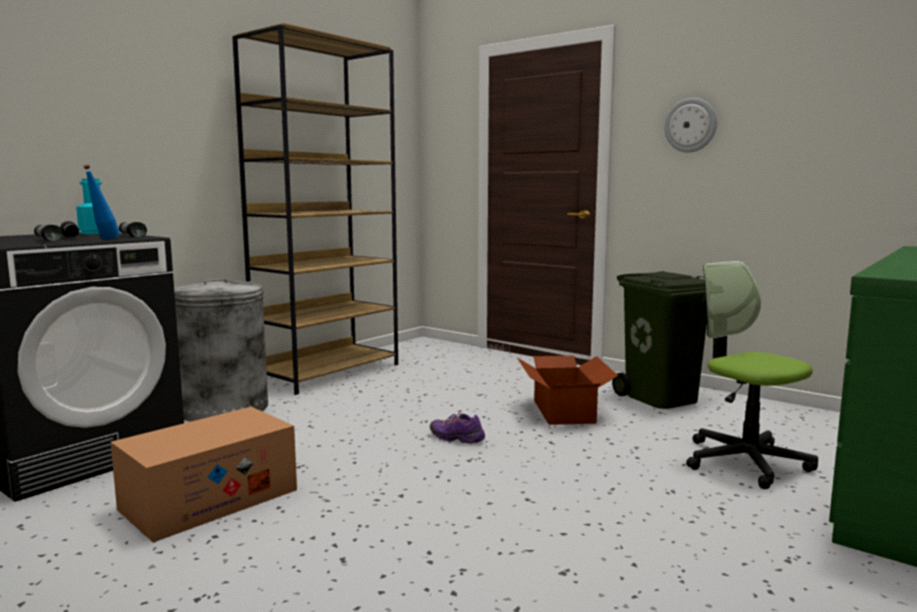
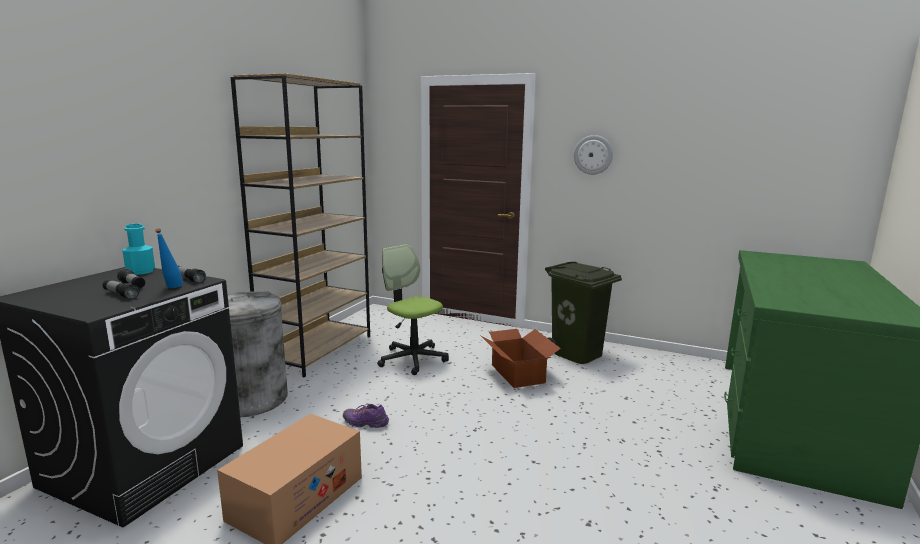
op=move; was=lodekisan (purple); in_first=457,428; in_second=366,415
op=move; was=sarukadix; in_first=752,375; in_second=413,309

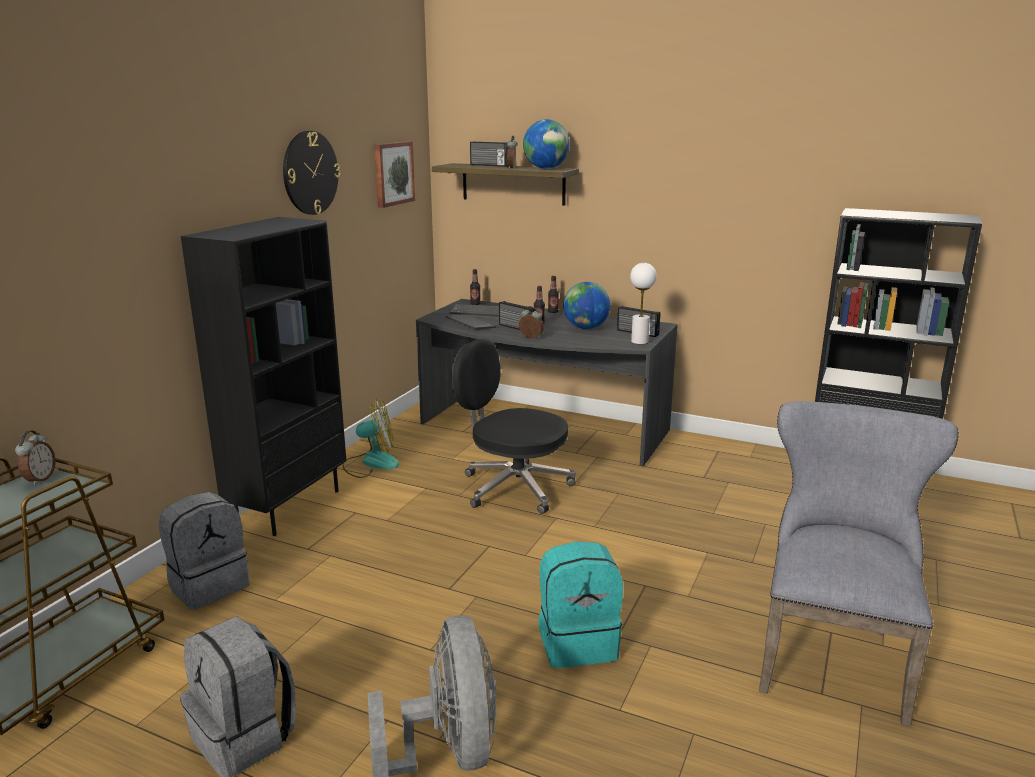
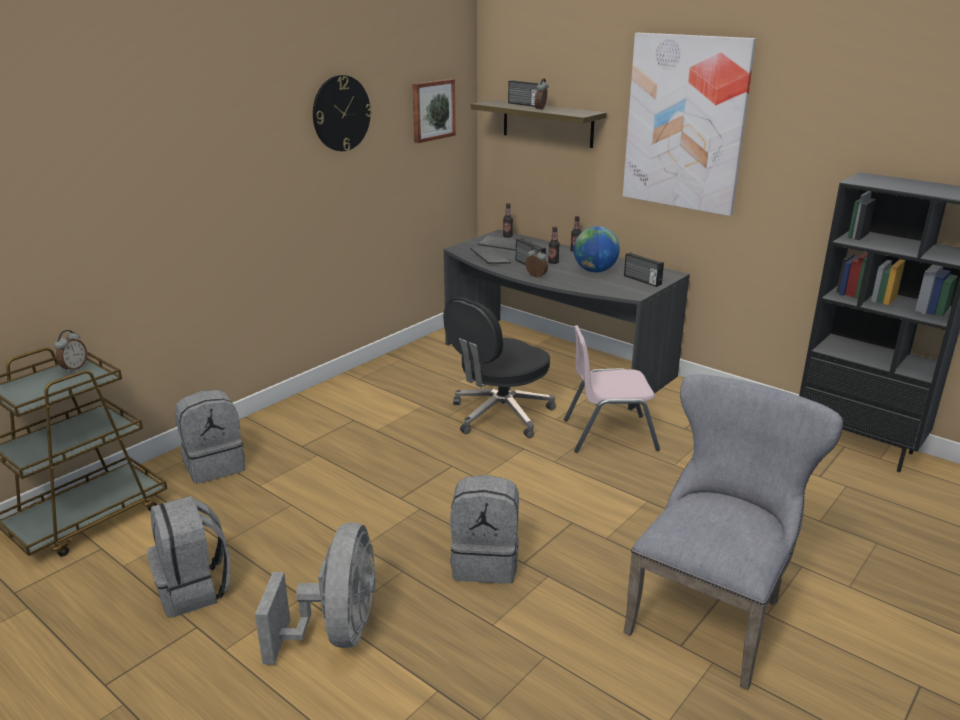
op=delete; was=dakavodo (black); in_first=263,376
op=delete; was=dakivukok; in_first=370,438
op=rotate; was=sarukadix (black); in_first=513,426; in_second=499,367; clockwise=-90
op=delete; was=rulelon; in_first=546,144
op=recolor; was=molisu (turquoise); now=molisu (grey); in_first=580,605; in_second=484,529
op=delete; was=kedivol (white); in_first=643,303
op=insert; now=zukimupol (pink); in_second=612,389
op=insert; now=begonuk; in_second=689,124

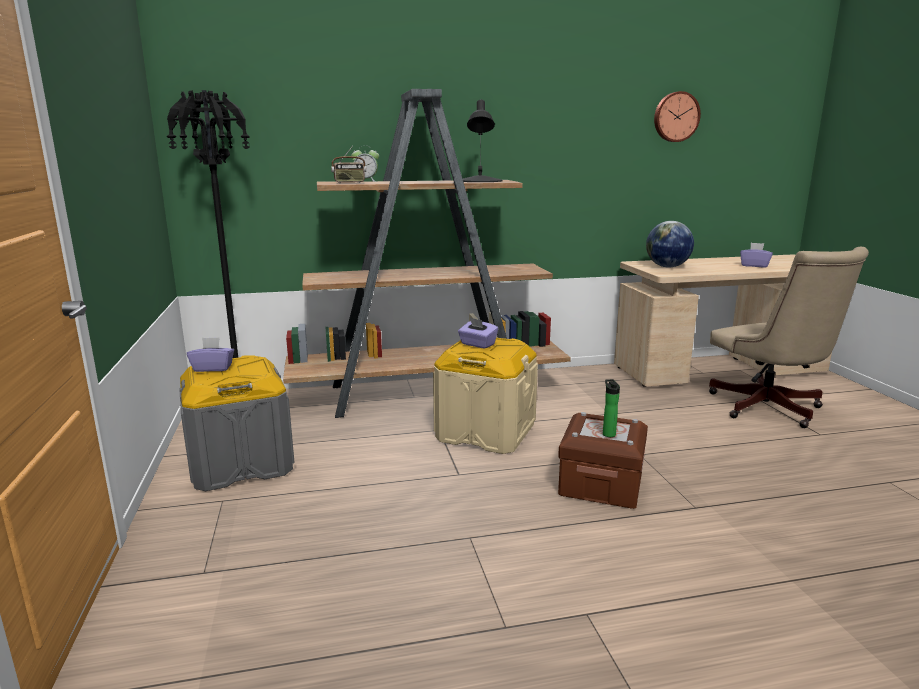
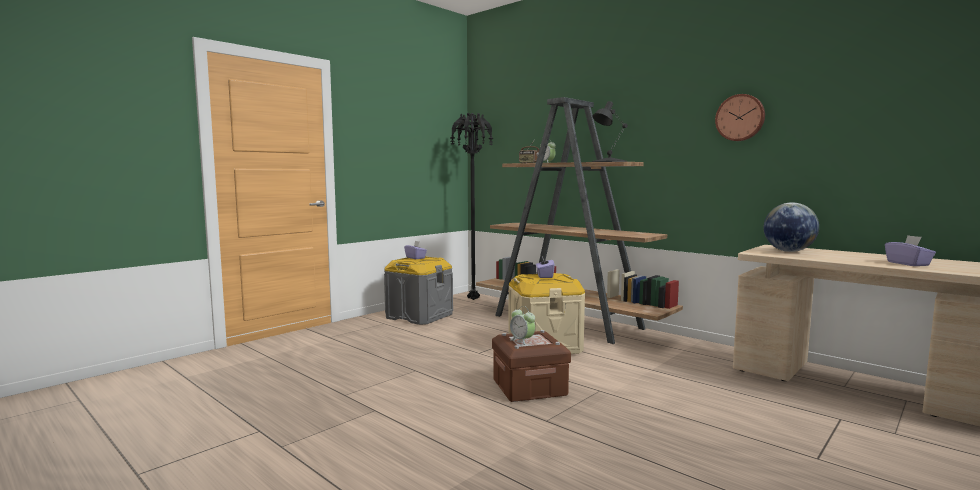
op=replace; was=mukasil; now=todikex; in_first=611,408; in_second=522,325
op=move; was=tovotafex; in_first=677,116; in_second=740,117
op=delete; was=sarukadix (beige); in_first=789,337

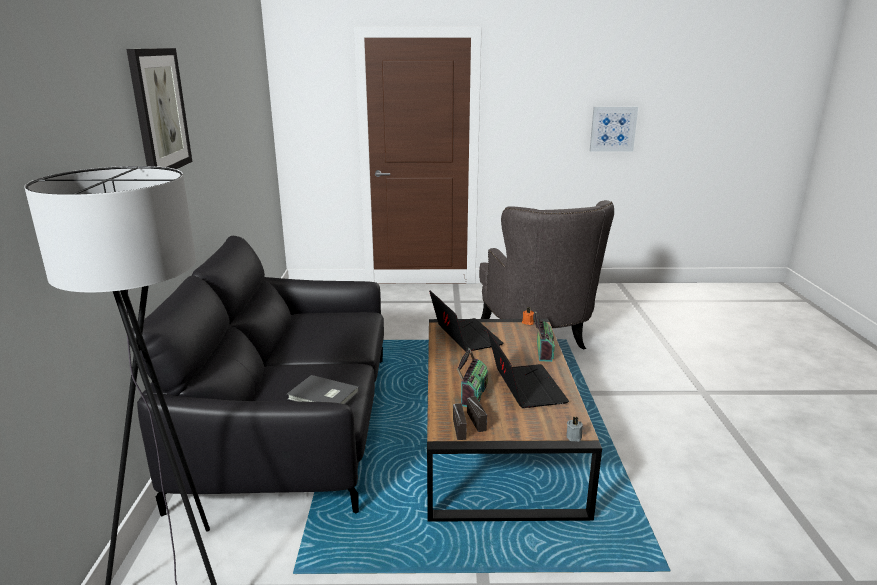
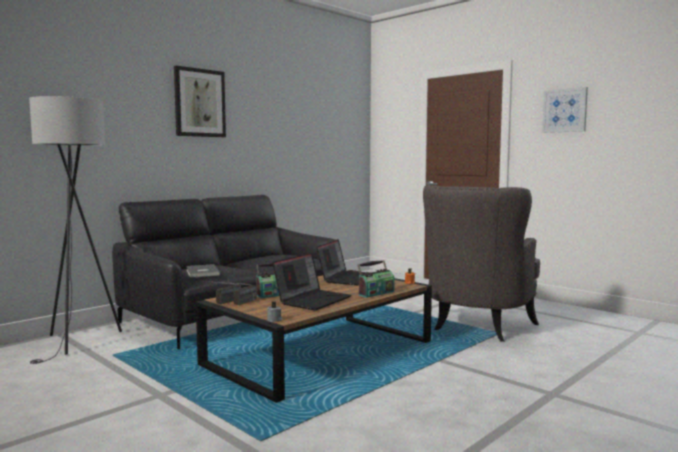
op=move; was=begonuk; in_first=614,129; in_second=565,110

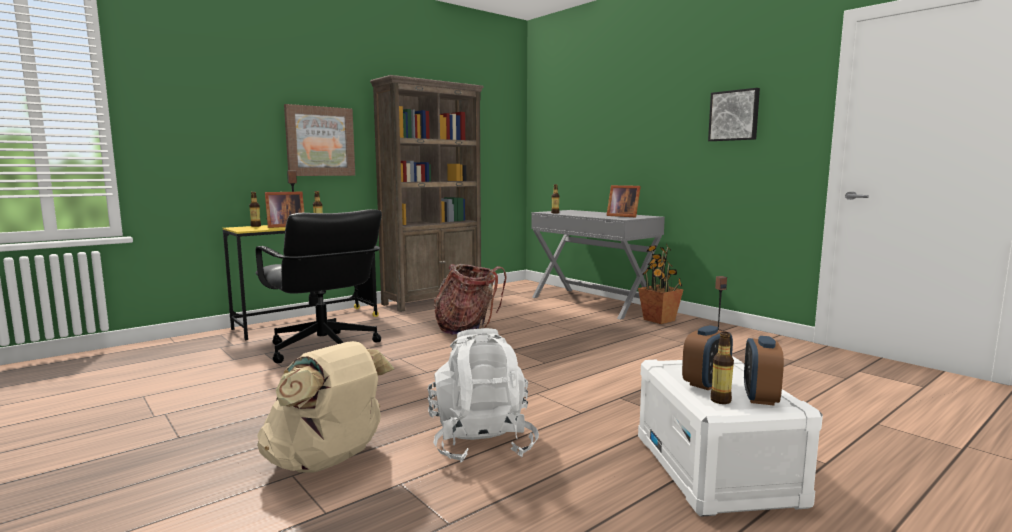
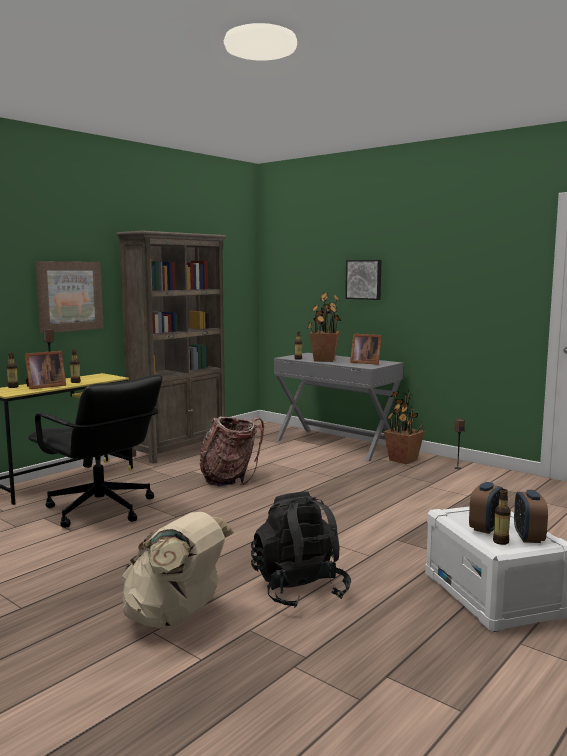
op=recolor; was=molisu (white); now=molisu (black); in_first=483,395; in_second=301,549
op=move; was=begonuk; in_first=734,114; in_second=363,280
op=insert; now=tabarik; in_second=324,327

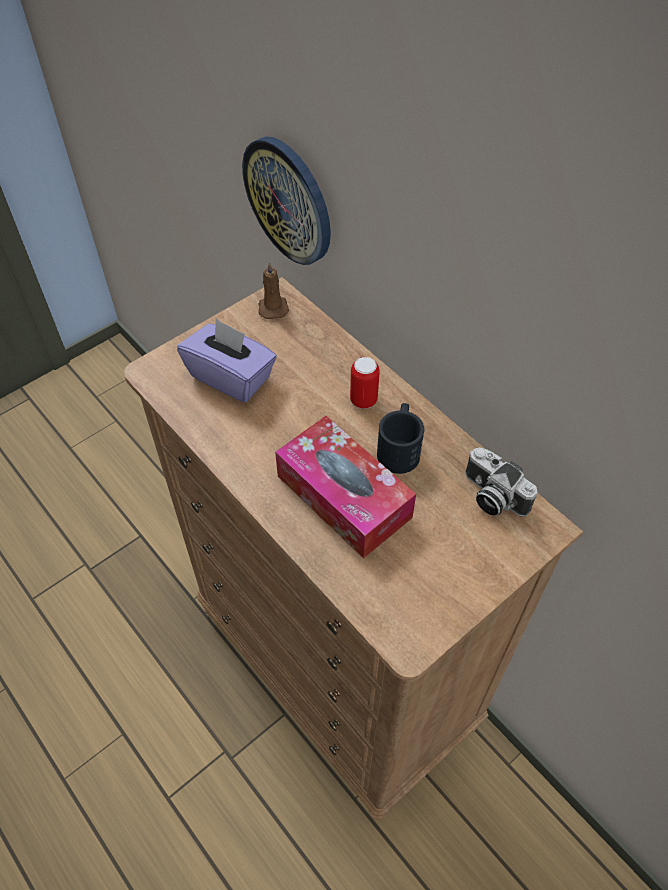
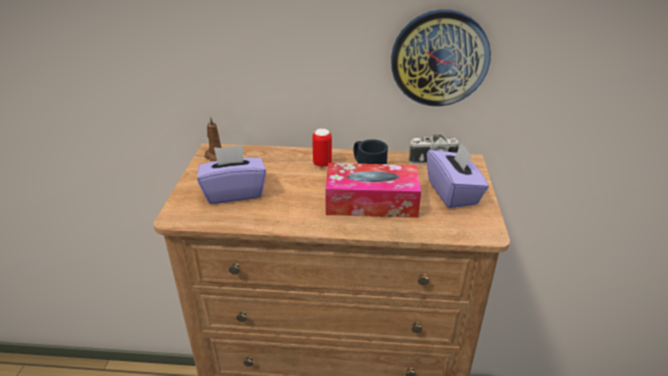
op=move; was=tovotafex; in_first=286,201; in_second=441,57
op=insert; now=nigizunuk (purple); in_second=458,175

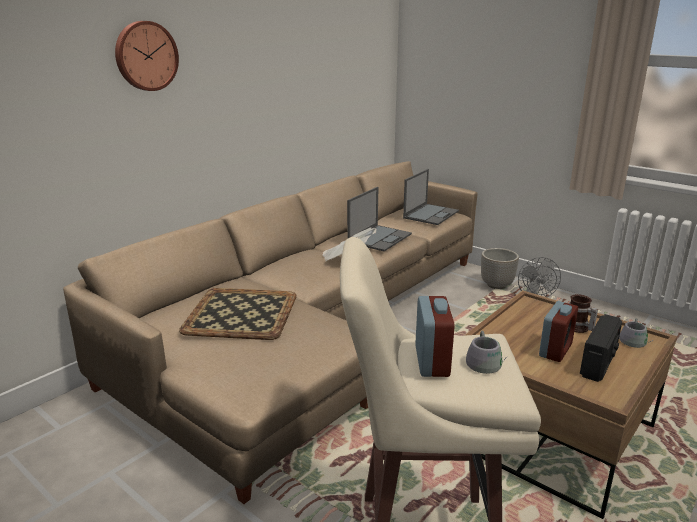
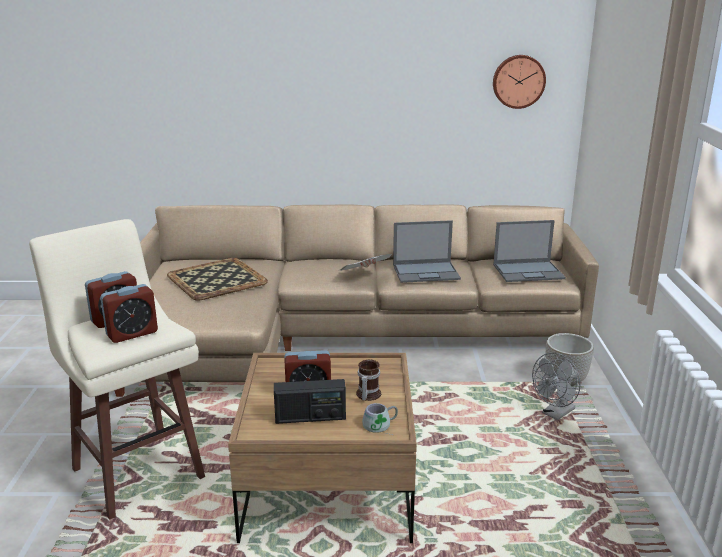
op=move; was=tovotafex; in_first=147,56; in_second=519,82
op=replace; was=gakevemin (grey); now=todikex; in_first=486,352; in_second=129,313

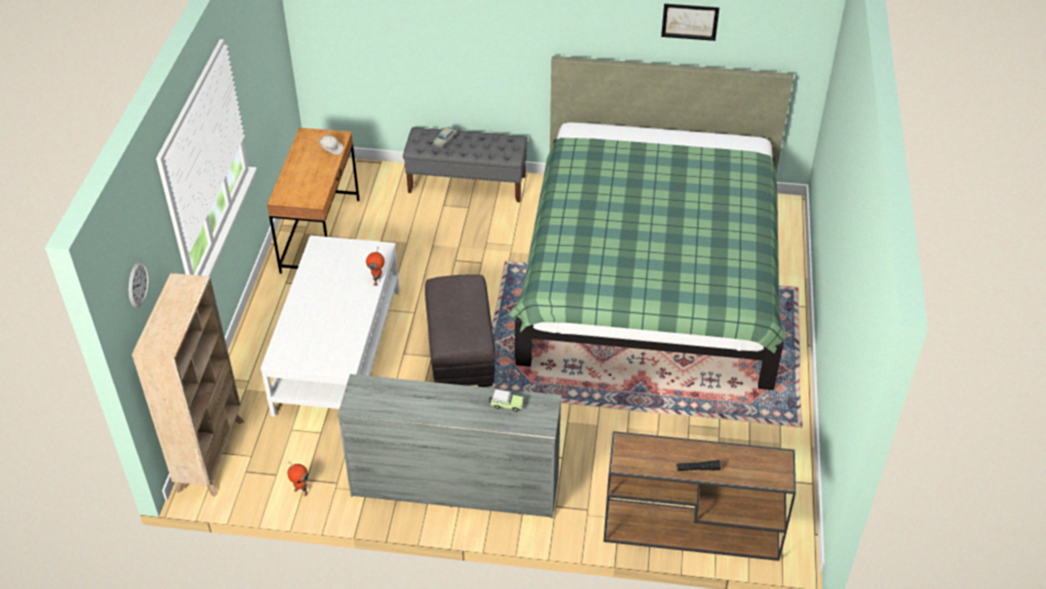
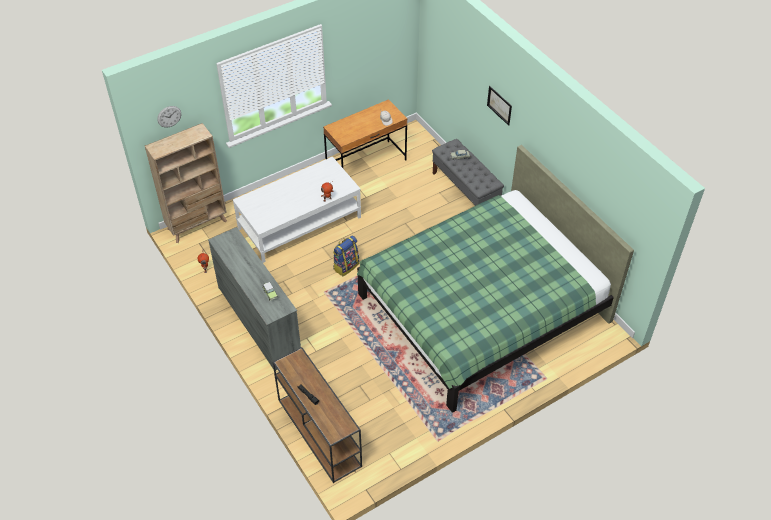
op=replace; was=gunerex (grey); now=molisu; in_first=460,330; in_second=346,256
op=move; was=begonuk; in_first=690,22; in_second=499,106

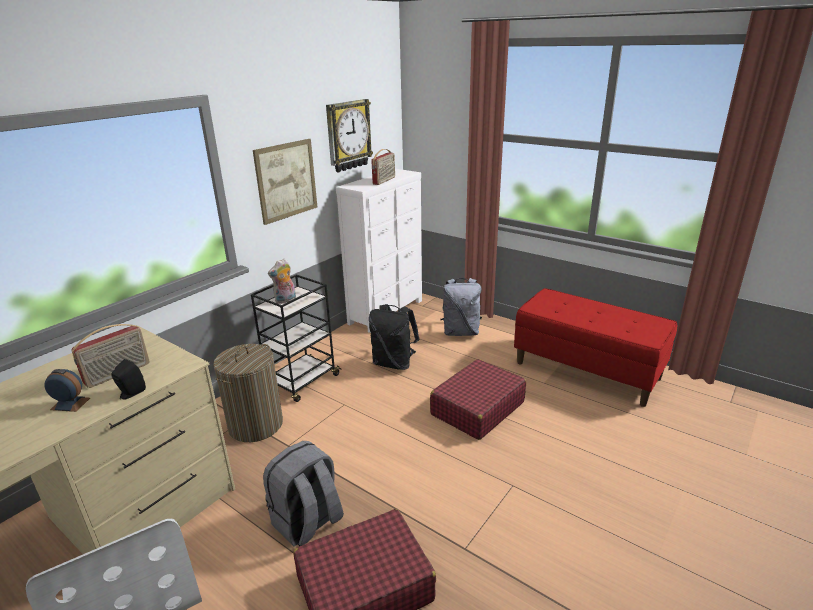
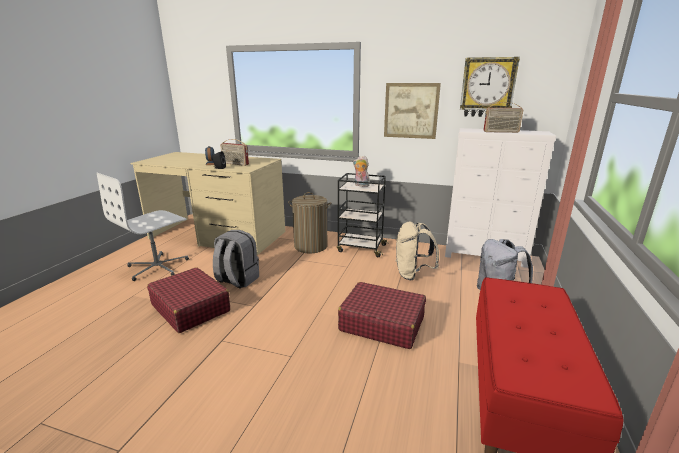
op=recolor; was=molisu (black); now=molisu (beige); in_first=394,337; in_second=417,251

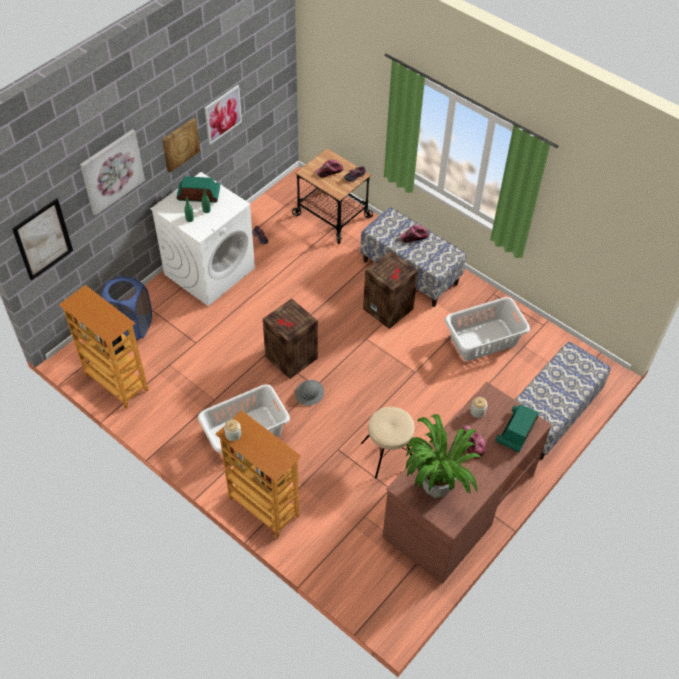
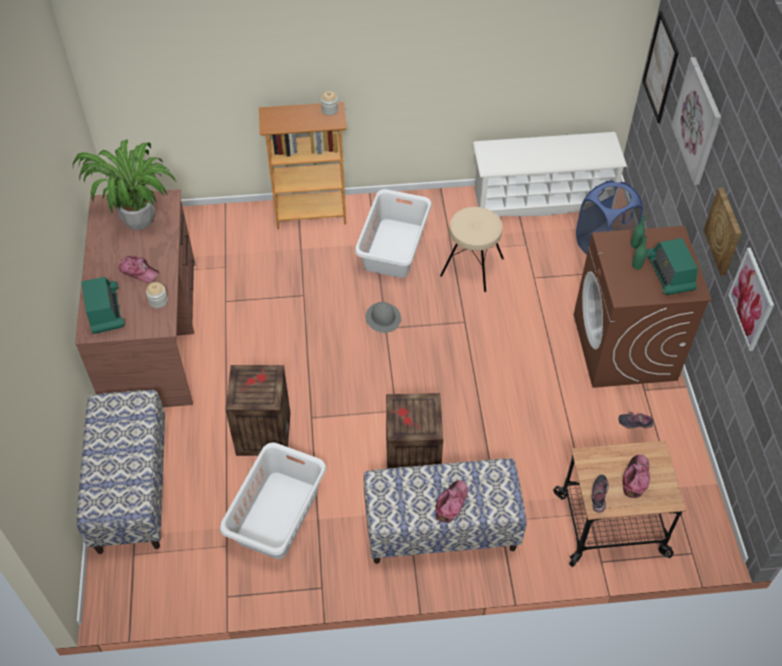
op=replace; was=dakavodo; now=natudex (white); in_first=103,347; in_second=550,174
op=recolor; was=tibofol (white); now=tibofol (brown); in_first=202,239; in_second=643,307
op=rotate; was=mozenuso; in_first=198,189; in_second=672,266; clockwise=120
op=move; was=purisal; in_first=290,339; in_second=258,410
op=move; was=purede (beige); in_first=388,443; in_second=472,249

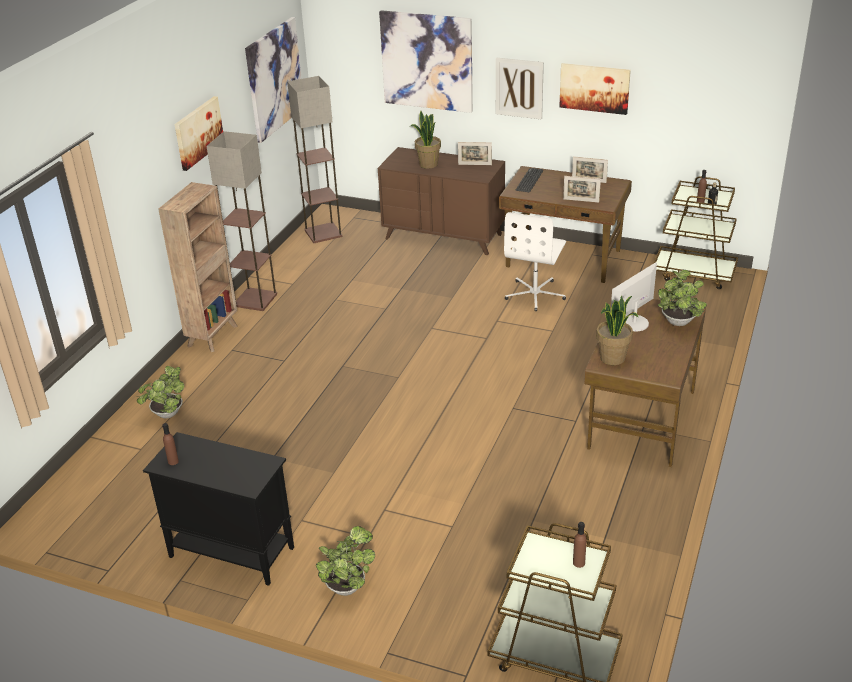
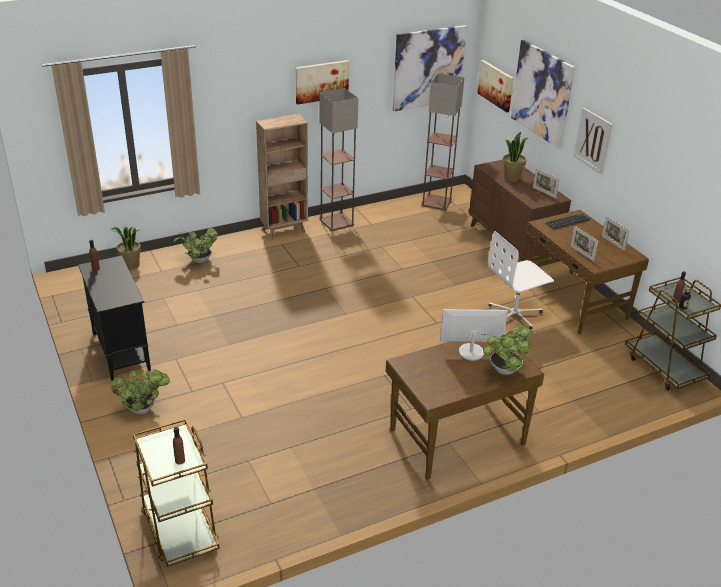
op=move; was=begonuk; in_first=595,89; in_second=495,86
op=move; was=tabarik; in_first=617,330; in_second=126,248

